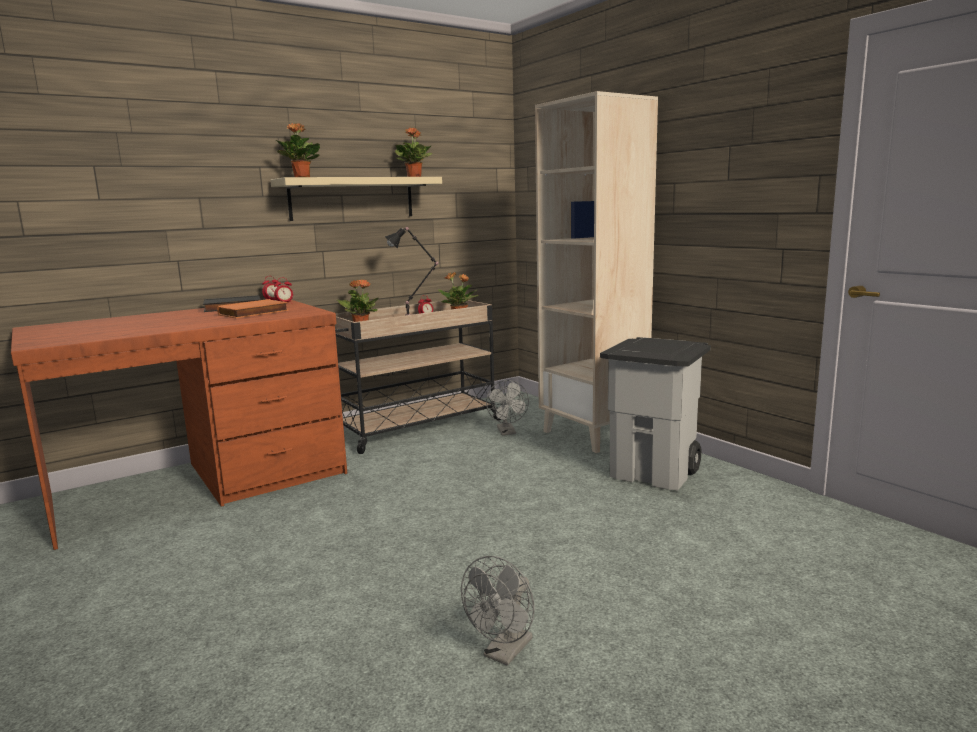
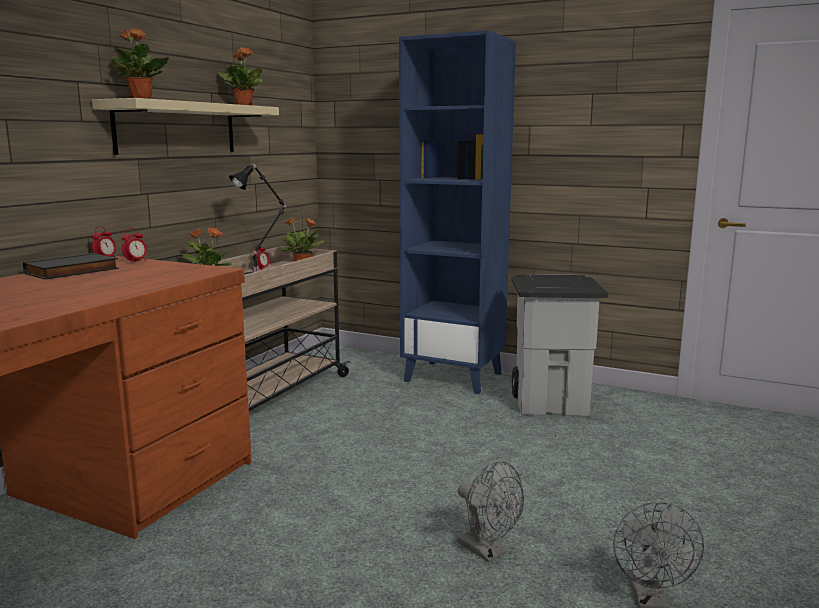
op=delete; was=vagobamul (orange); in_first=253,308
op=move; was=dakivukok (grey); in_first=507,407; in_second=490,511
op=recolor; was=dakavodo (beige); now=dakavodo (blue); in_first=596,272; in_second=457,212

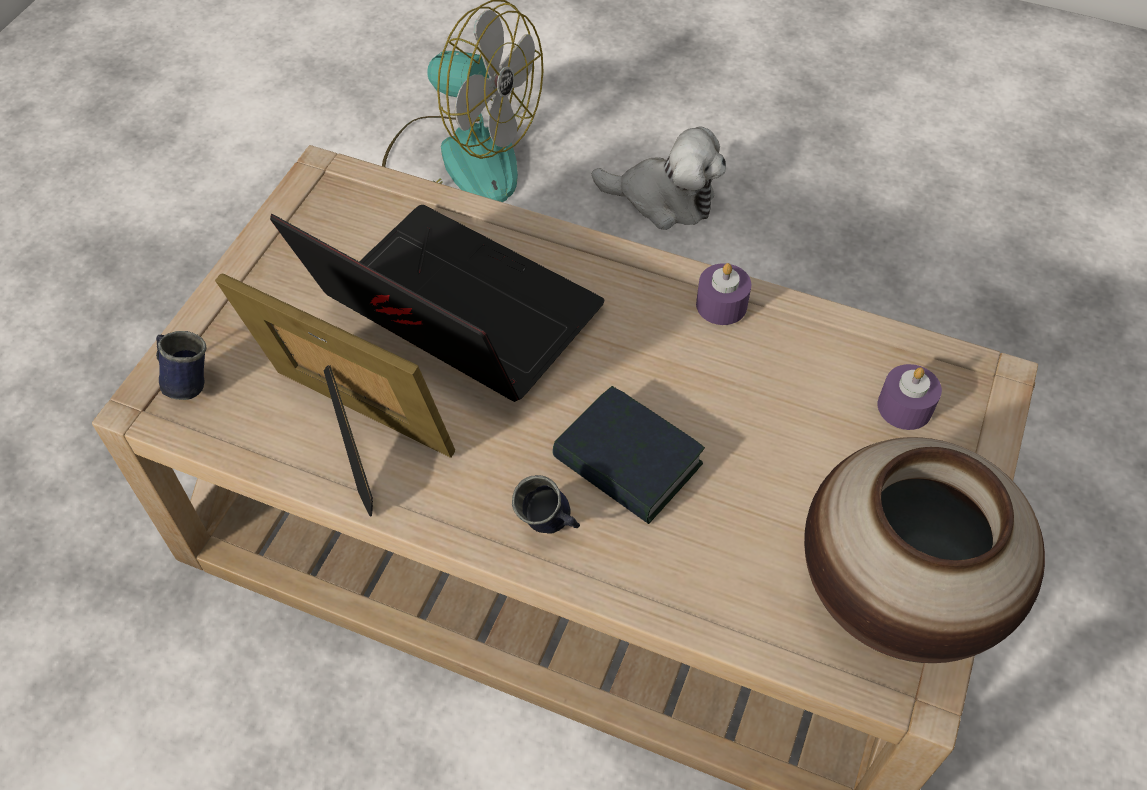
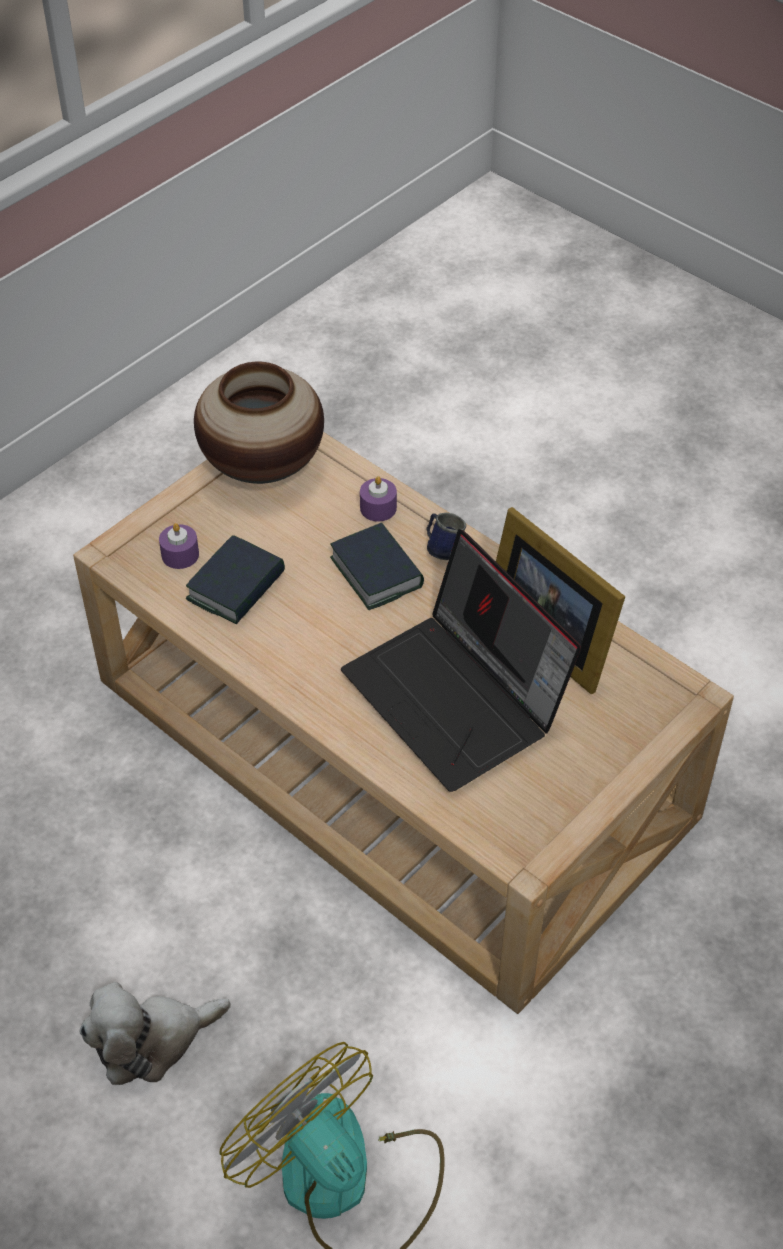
op=delete; was=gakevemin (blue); in_first=181,365
op=rotate; was=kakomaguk; in_first=659,178; in_second=155,1033; clockwise=-60
op=move; was=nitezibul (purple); in_first=723,294; in_second=378,499
op=insert; now=vagobamul; in_second=235,579

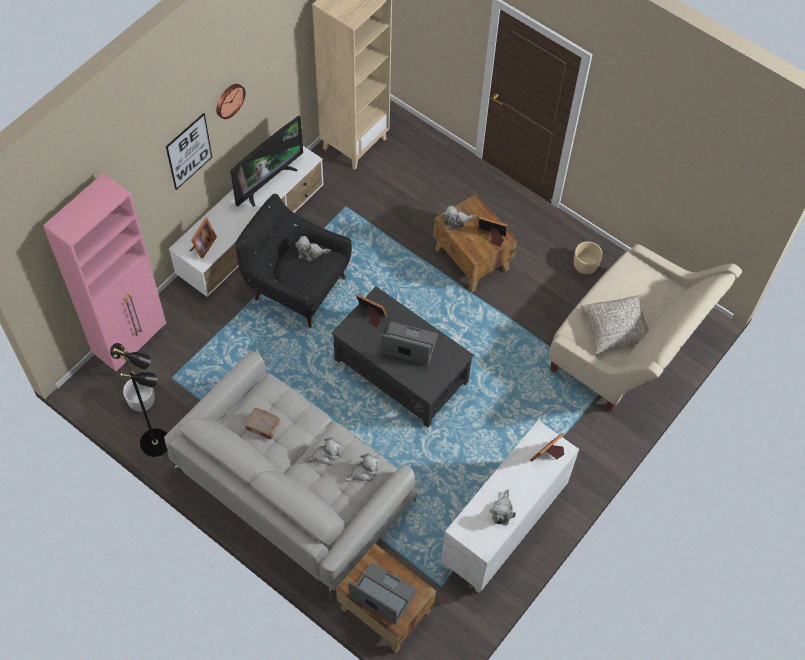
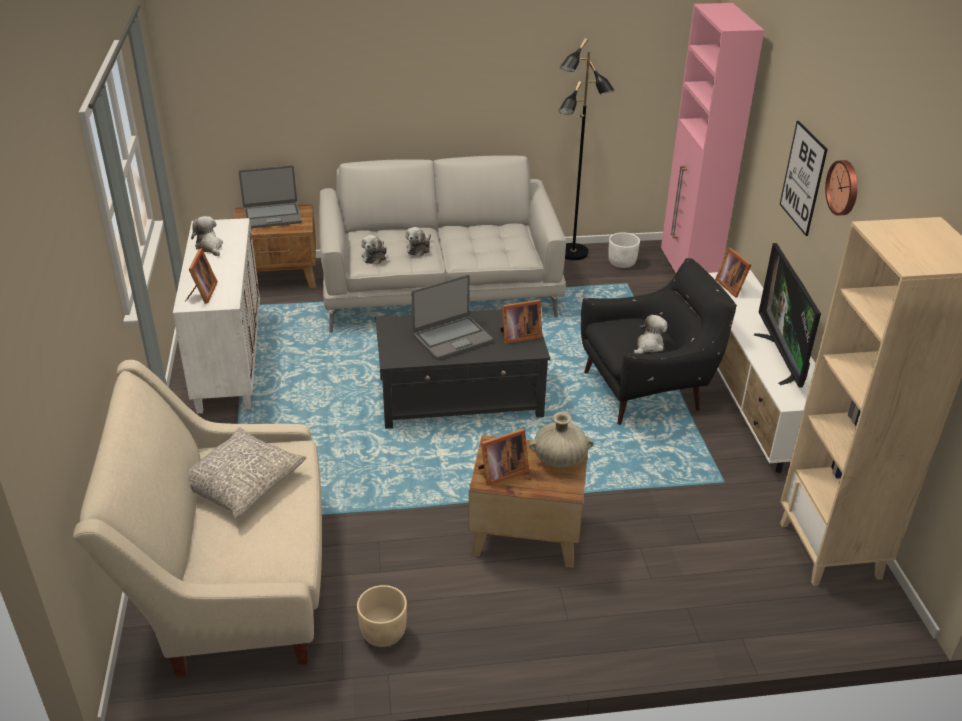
op=delete; was=vagobamul (brown); in_first=262,424
op=replace; was=kakomaguk; now=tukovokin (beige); in_first=459,218; in_second=561,440

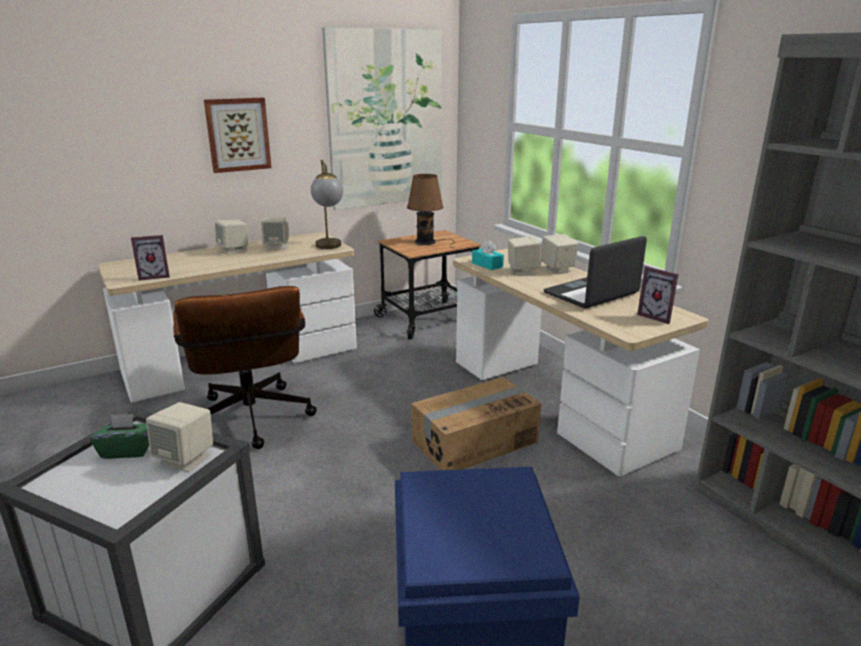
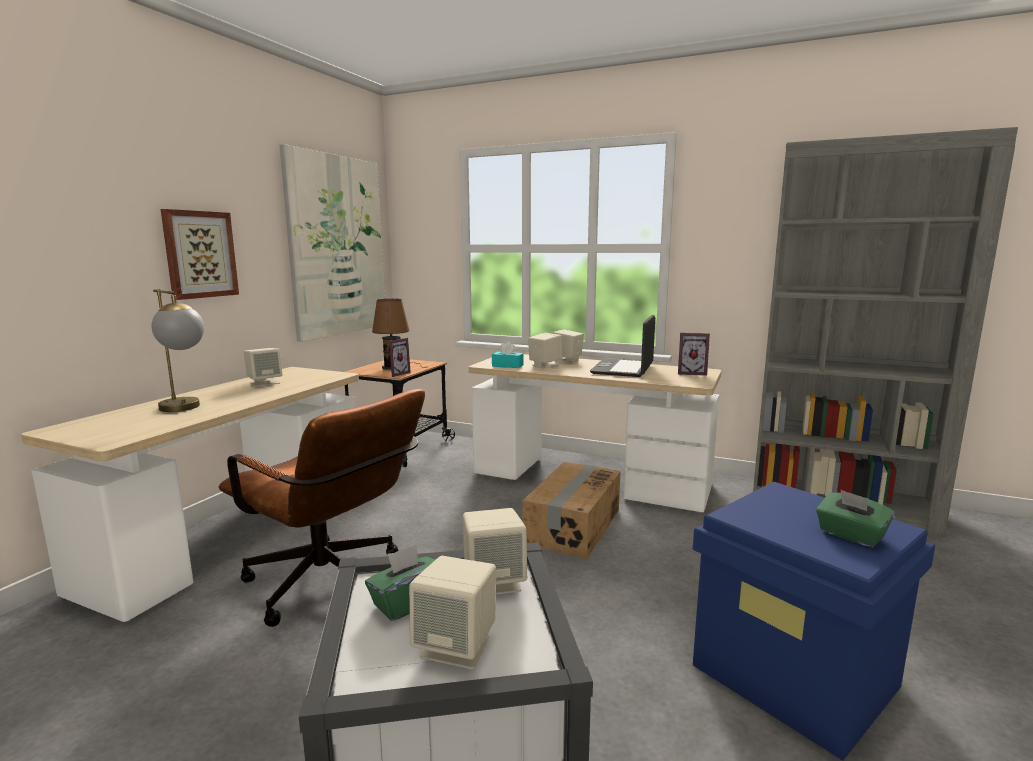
op=move; was=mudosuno; in_first=150,258; in_second=400,357
op=move; was=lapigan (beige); in_first=231,237; in_second=452,612
op=move; was=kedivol; in_first=327,204; in_second=177,350
op=insert; now=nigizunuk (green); in_second=855,518

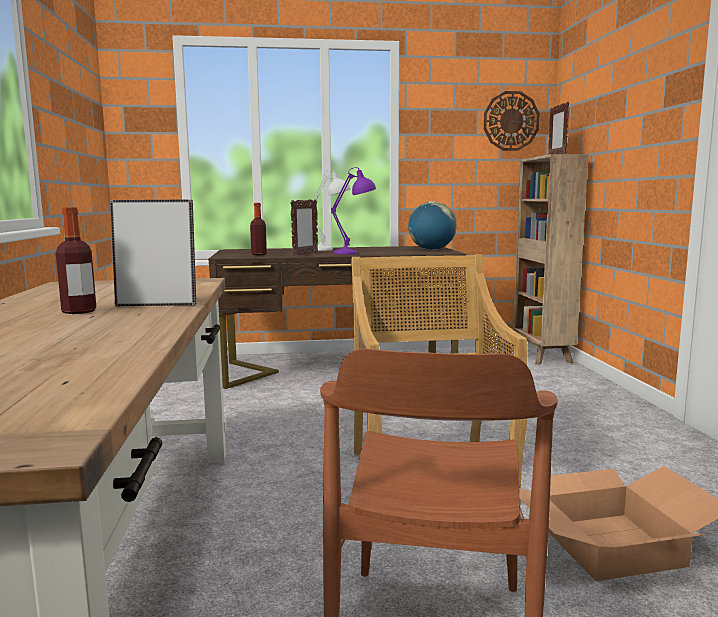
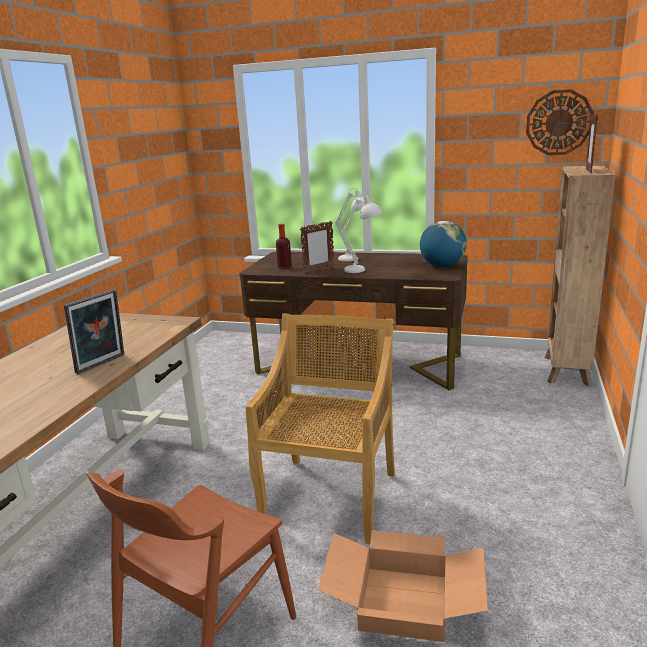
op=delete; was=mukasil; in_first=76,260
op=rotate; was=mudosuno; in_first=153,252; in_second=94,331; clockwise=105
op=recolor; was=kedivol (purple); now=kedivol (white); in_first=353,211; in_second=361,233

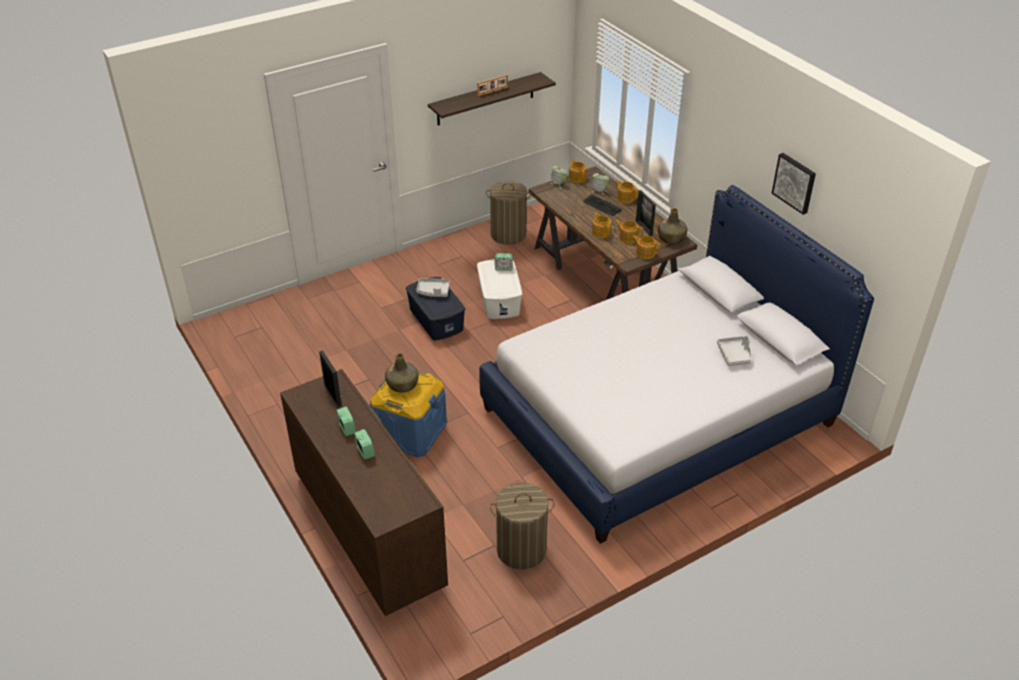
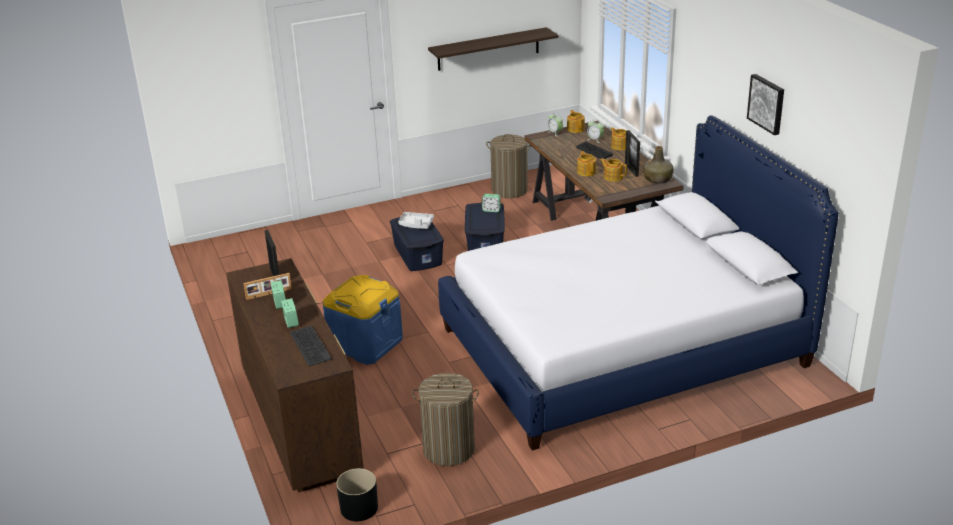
op=delete; was=mukasil (green); in_first=402,373
op=move; was=mudosuno; in_first=492,85; in_second=267,286
op=recolor; was=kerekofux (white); now=kerekofux (blue); in_first=499,289; in_second=485,227
op=delete; was=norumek; in_first=646,247
op=delete; was=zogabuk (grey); in_first=734,351
op=insert; now=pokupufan; in_second=311,345
op=insert; now=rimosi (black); in_second=357,494

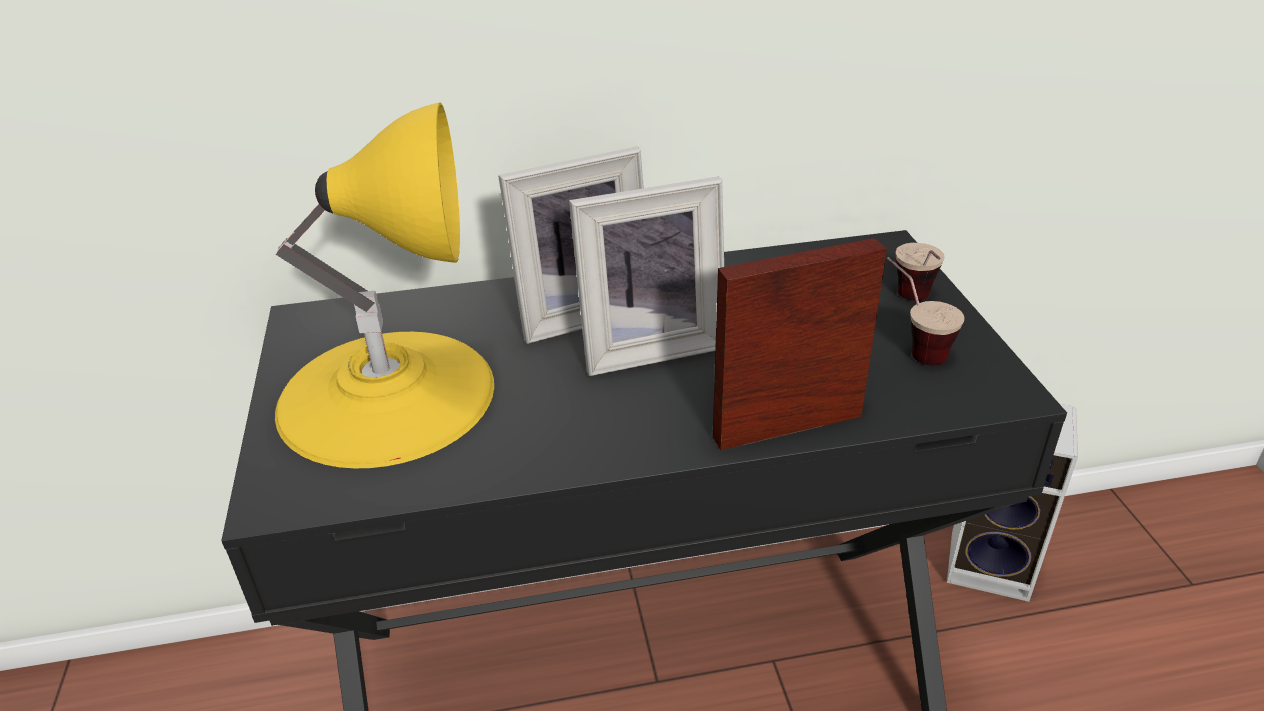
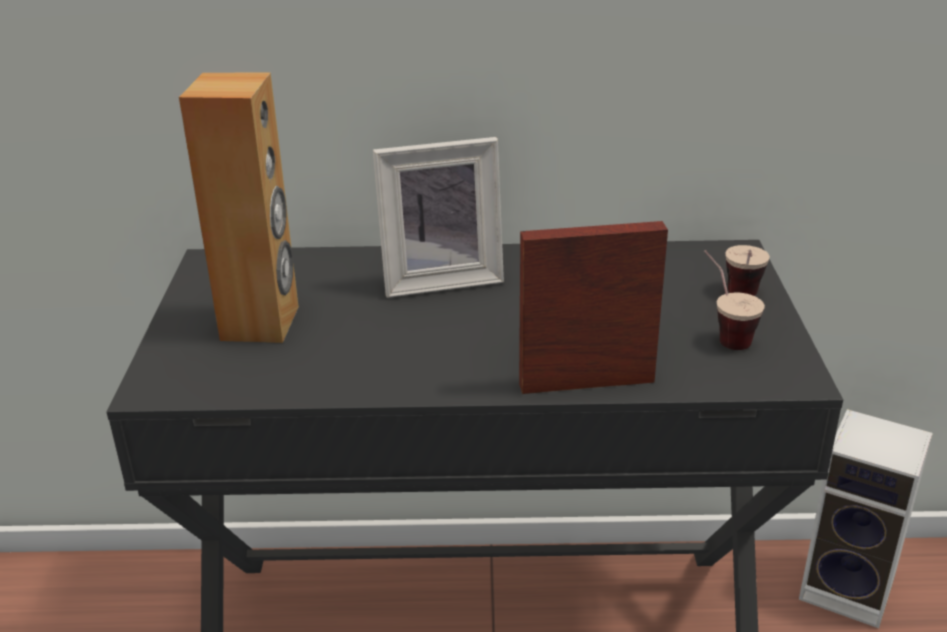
op=replace; was=kedivol (yellow); now=lapigan (brown); in_first=384,285; in_second=239,208
op=delete; was=mudosuno; in_first=646,276

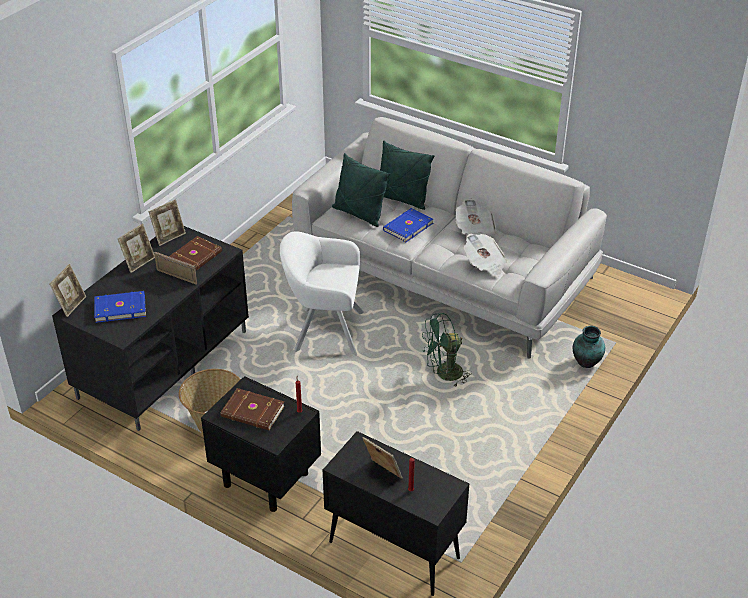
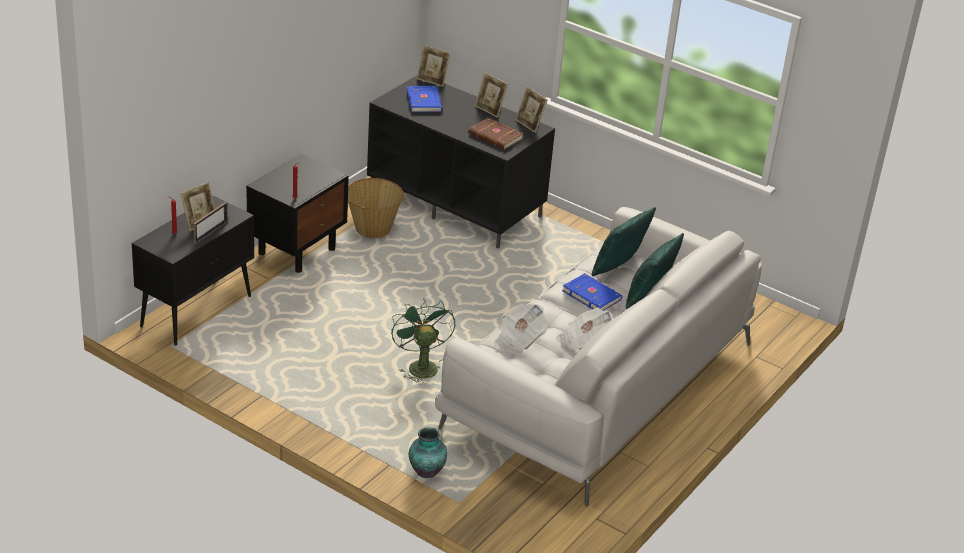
op=move; was=mudosuno; in_first=175,268; in_second=210,223
op=delete; was=vagobamul (brown); in_first=252,409
op=delete; was=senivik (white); in_first=322,293

